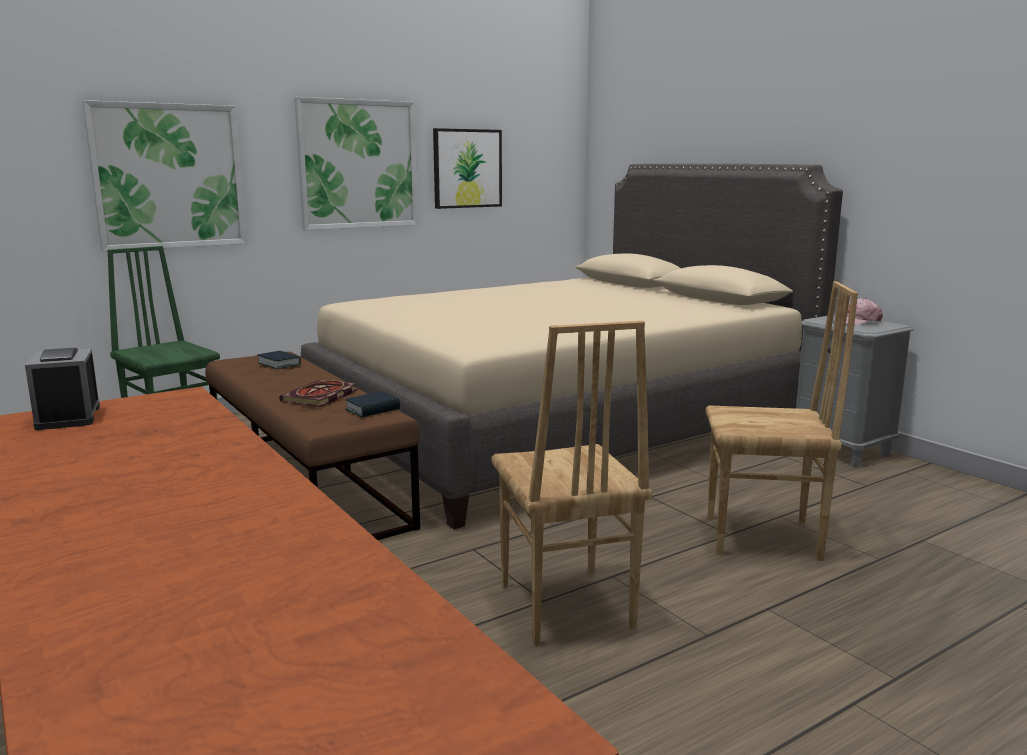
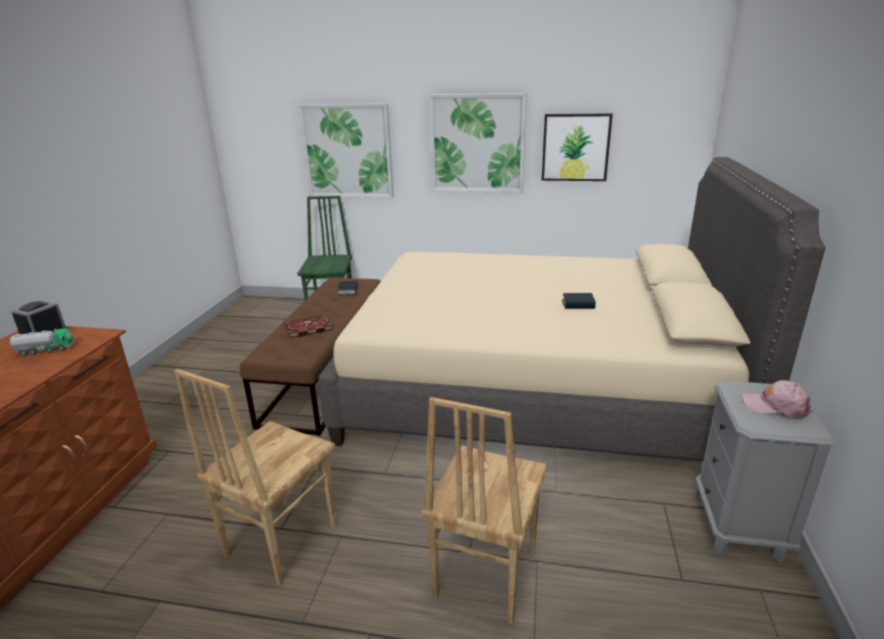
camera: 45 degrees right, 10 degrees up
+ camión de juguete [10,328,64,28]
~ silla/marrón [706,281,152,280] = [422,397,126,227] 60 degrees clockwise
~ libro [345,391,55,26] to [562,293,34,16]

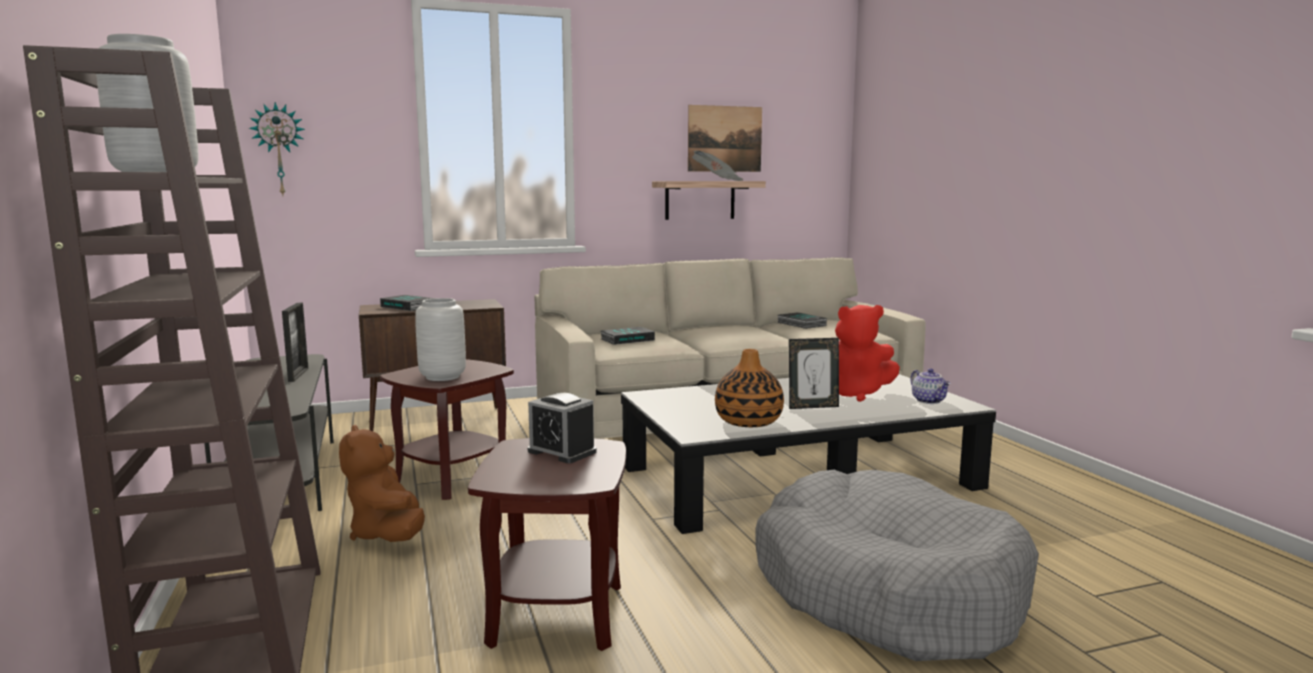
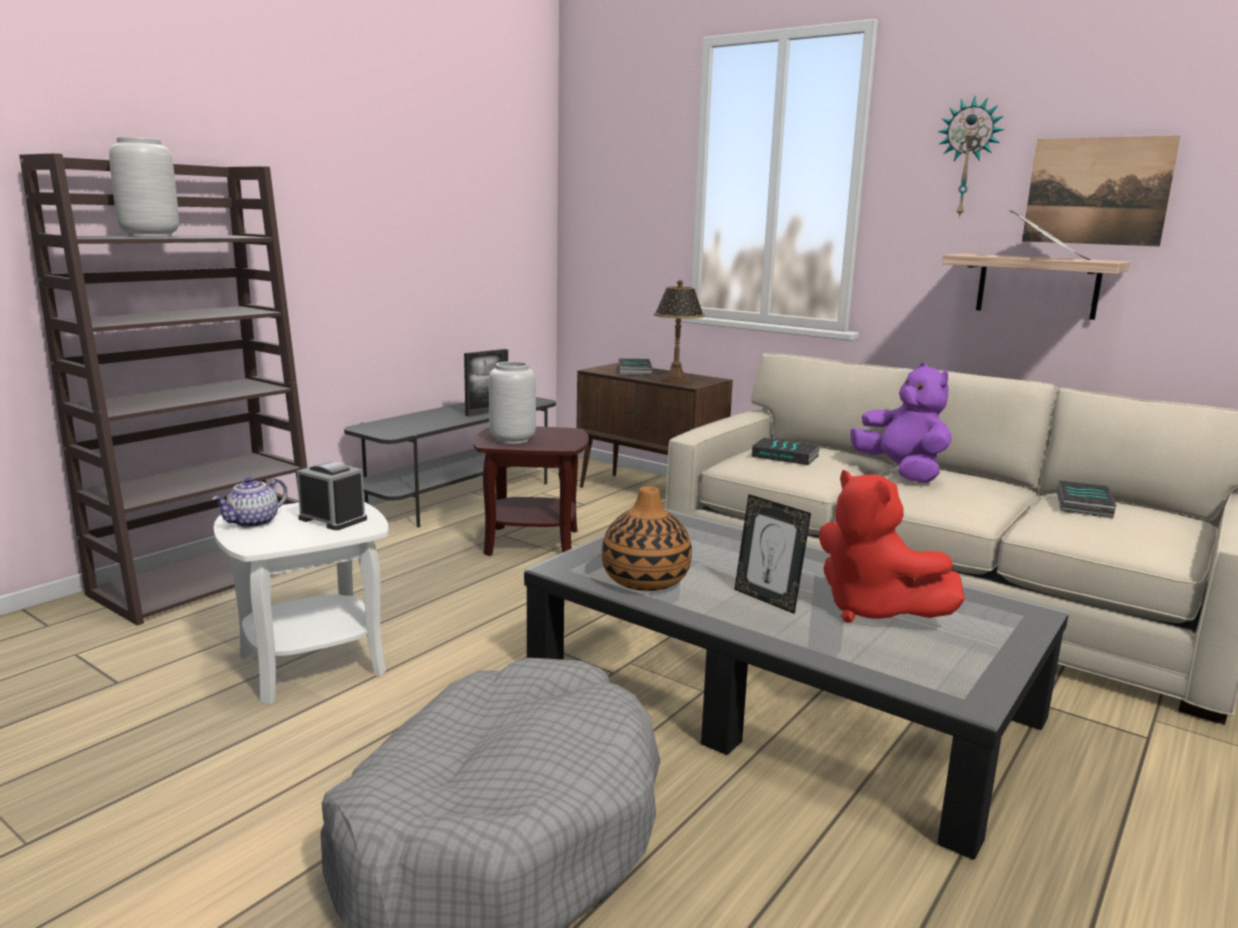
camera: 55 degrees right, 5 degrees up
~ tetera [911,368,40,36] to [212,477,76,51]
~ mesa auxiliar/marrón [468,438,158,213] to mesa auxiliar/blanco [214,502,175,202]
~ despertador [528,393,69,70] = [297,462,70,68] 120 degrees clockwise
+ lámpara de mesa [654,280,51,104]
+ peluche/morado [850,363,101,120]
~ reloj de pared [249,102,56,93] to [938,96,66,122]
- peluche/marrón [339,425,86,117]

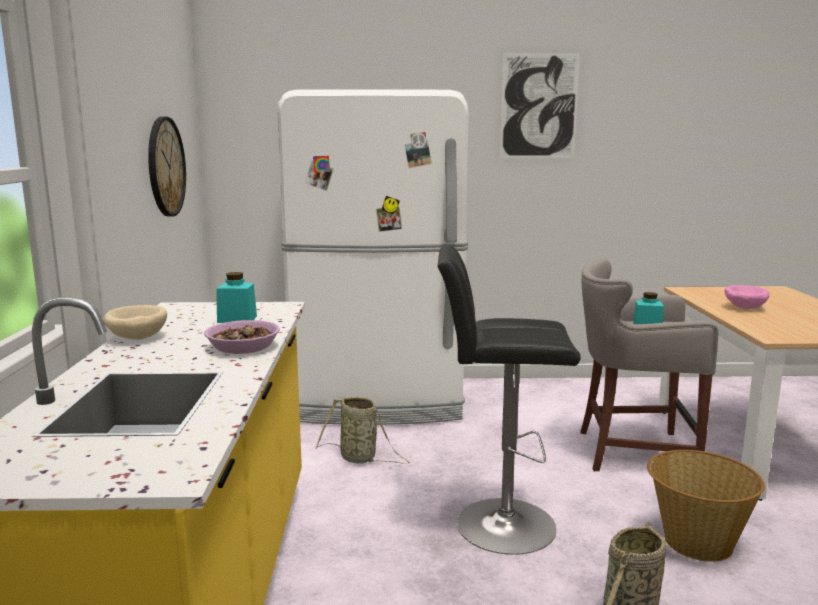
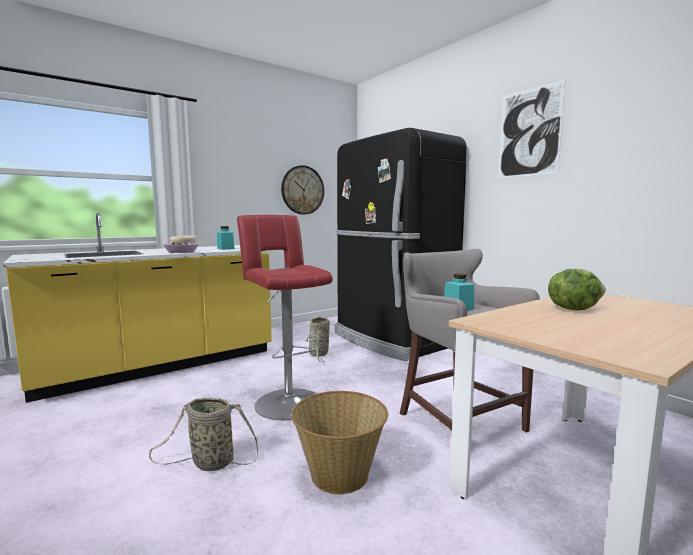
camera: 55 degrees right, 5 degrees down
~ taburete/negro [438,245,143,310] to taburete/rojo [237,215,96,205]
~ nevera/blanco [277,89,192,336] to nevera/negro [335,128,132,233]
~ cuenco/rosa [725,285,45,24] to lechuga [548,269,58,41]

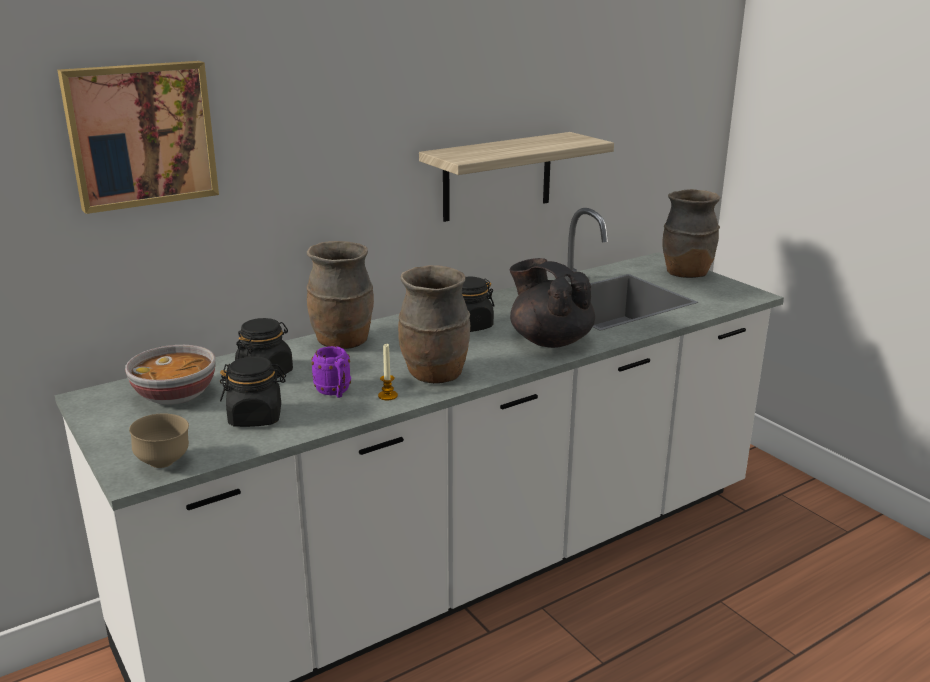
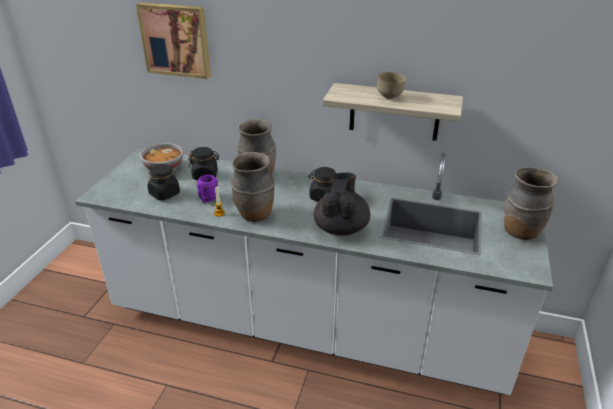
camera: 50 degrees right, 10 degrees up
~ cuenco/marrón [129,413,60,55] to [377,72,29,27]

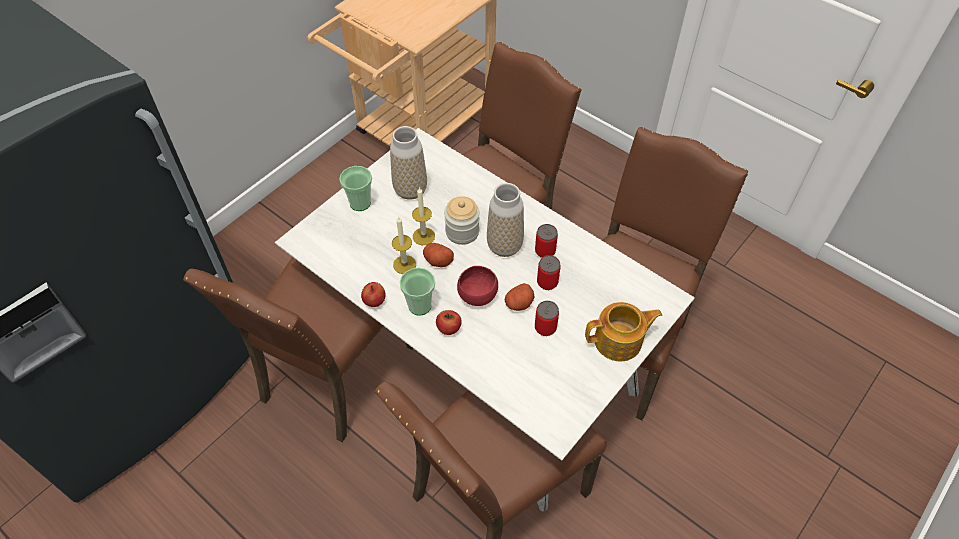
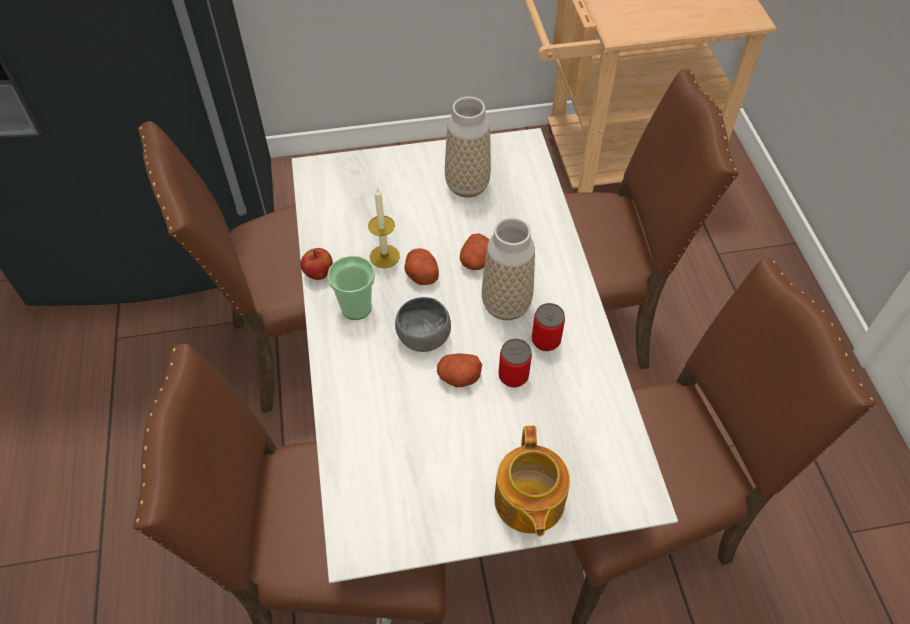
camera: 40 degrees right, 0 degrees up
~ cuenco/rojo [457,266,41,40] to cuenco/gris [395,297,56,55]
~ tarro [444,196,35,49] to patata [460,233,29,37]
~ tetera [585,302,77,60] = [494,426,76,111] 60 degrees clockwise
- taza [339,166,33,45]
- vela [412,187,23,58]
- manzana [436,310,26,25]
- lata [535,301,24,35]

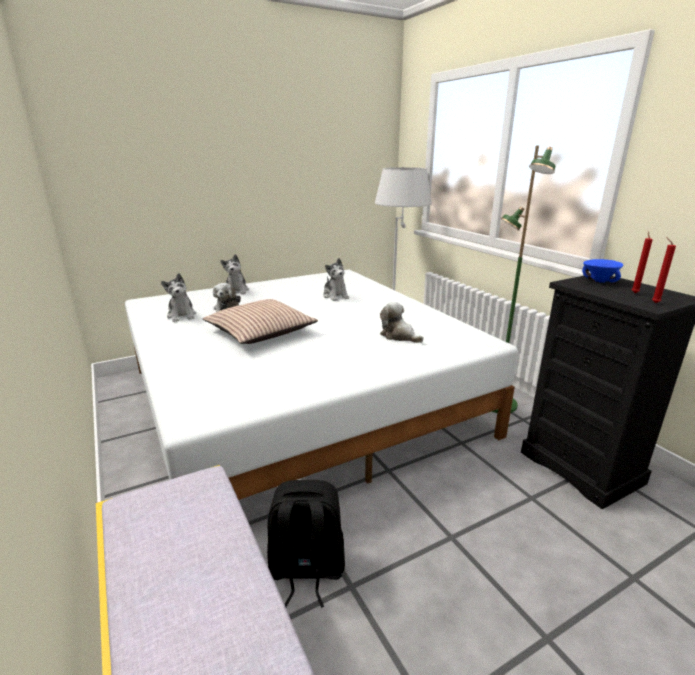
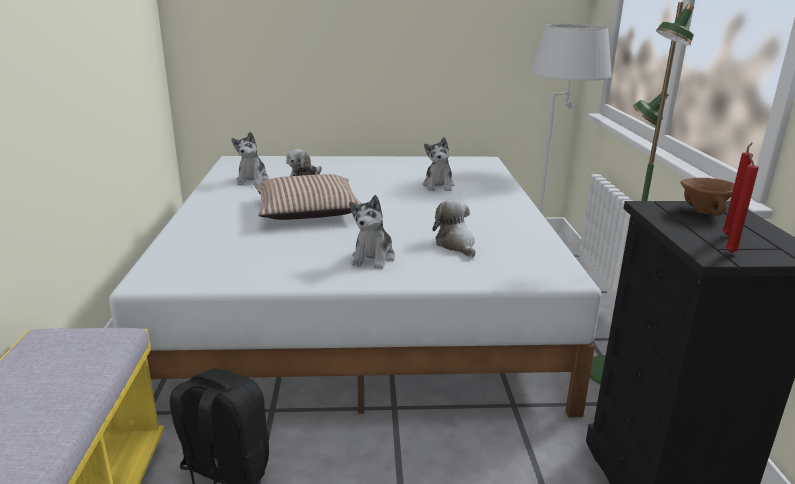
camera: 25 degrees right, 0 degrees up
~ peluche [221,254,28,40] to [349,195,46,74]
~ cuenco/azul [582,259,41,24] to cuenco/marrón [680,178,55,38]

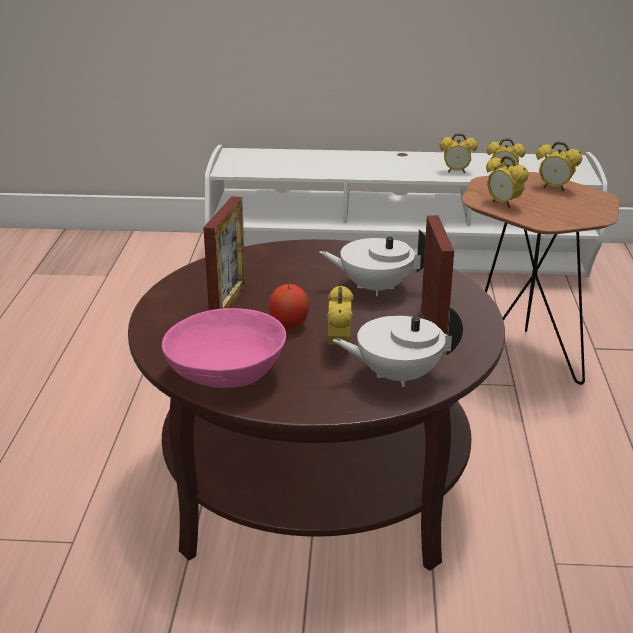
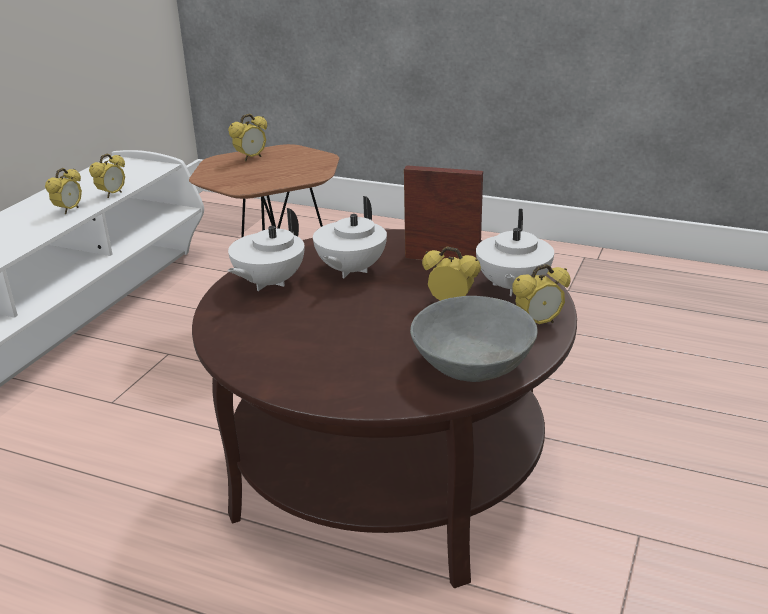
camera: 70 degrees left, 0 degrees up
+ tetera/blanco [227,208,78,83]
~ cuenco/rosa [162,308,124,80] to cuenco/gris [410,296,128,86]
~ despertador [486,155,43,53] to [513,264,57,60]
- portarretratos [203,196,43,114]
- manzana [269,284,40,46]

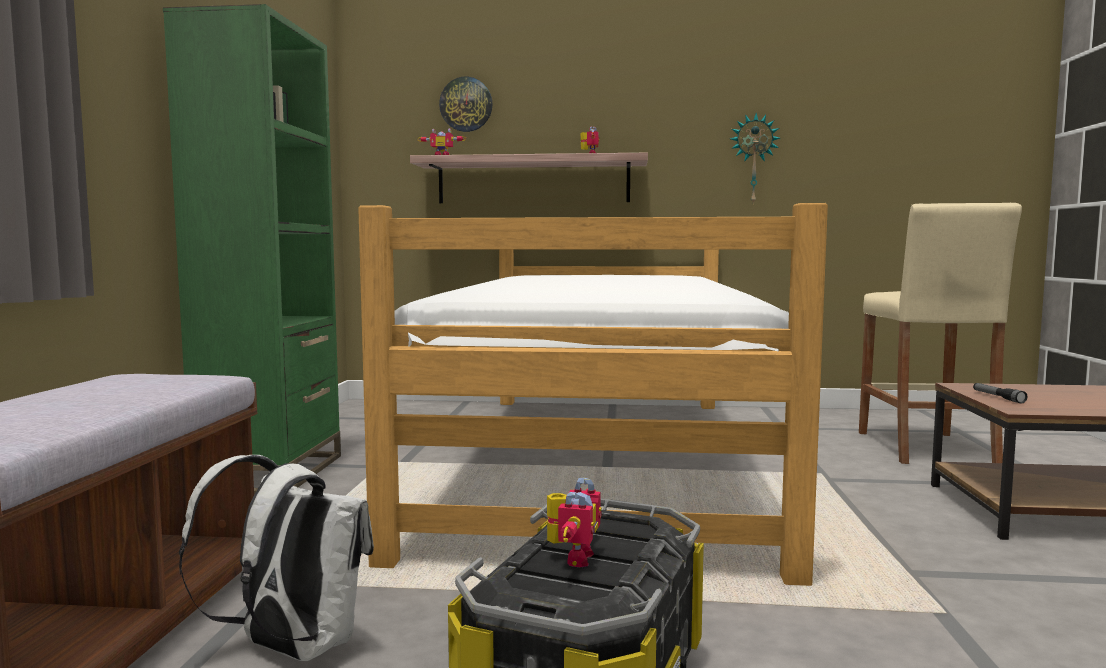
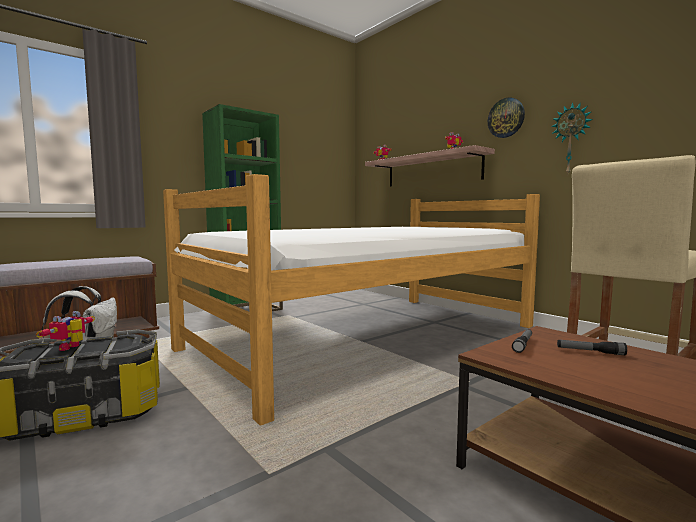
camera: 45 degrees right, 0 degrees up
~ robot de juguete [547,477,55,90] = [36,311,59,40] 135 degrees clockwise
~ reloj de pared [439,77,53,55] to [488,98,37,40]
+ linterna [557,340,70,15]

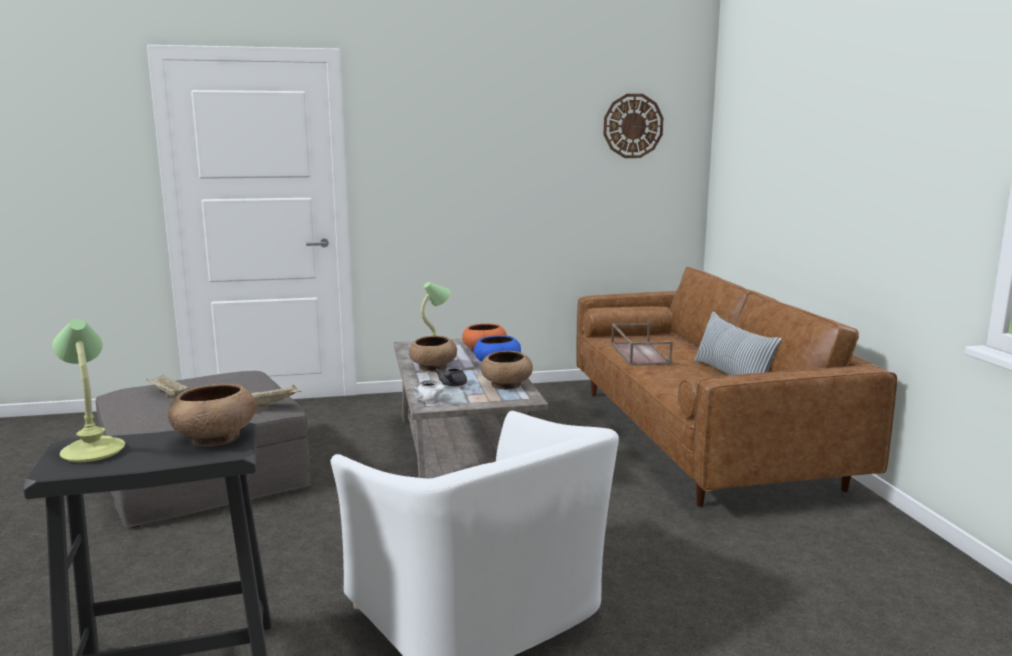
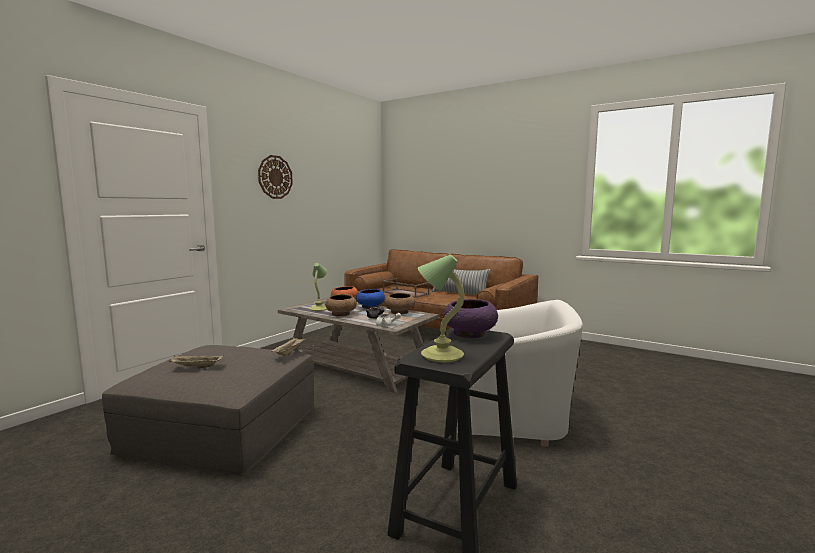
camera: 45 degrees left, 5 degrees down
~ reloj de pared [603,94,60,64] to [258,155,35,44]
~ cuenco/marrón [168,384,88,62] to cuenco/morado [443,299,55,39]

